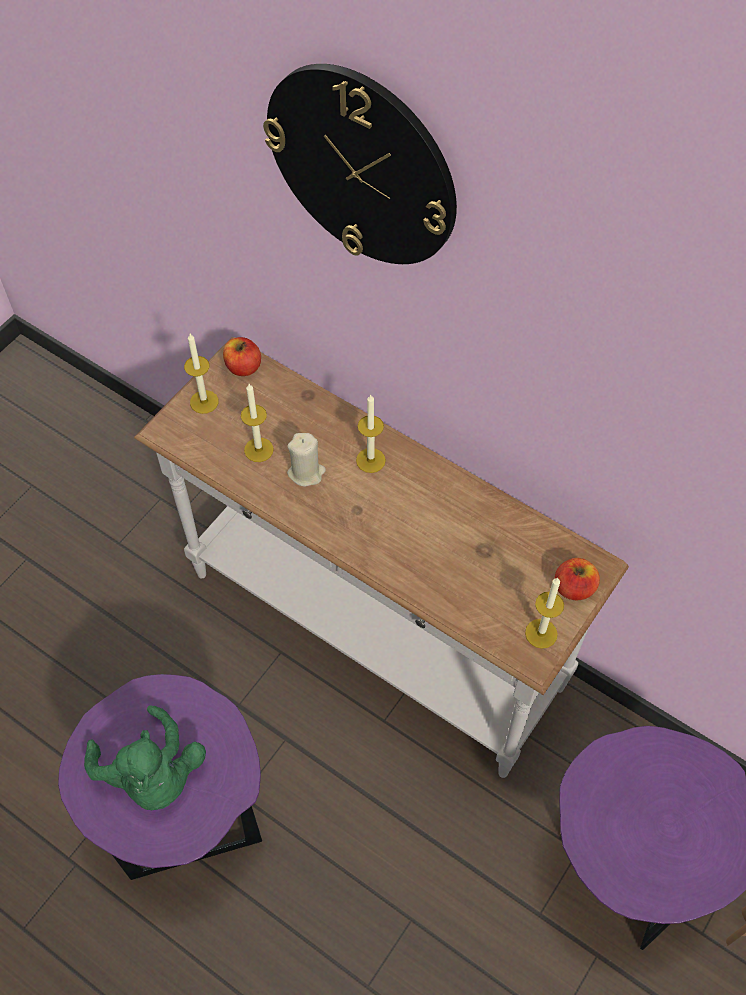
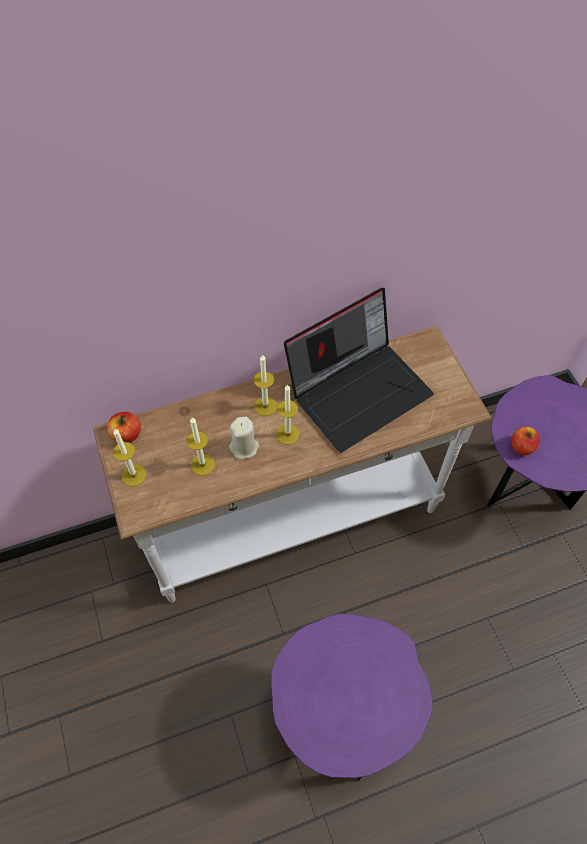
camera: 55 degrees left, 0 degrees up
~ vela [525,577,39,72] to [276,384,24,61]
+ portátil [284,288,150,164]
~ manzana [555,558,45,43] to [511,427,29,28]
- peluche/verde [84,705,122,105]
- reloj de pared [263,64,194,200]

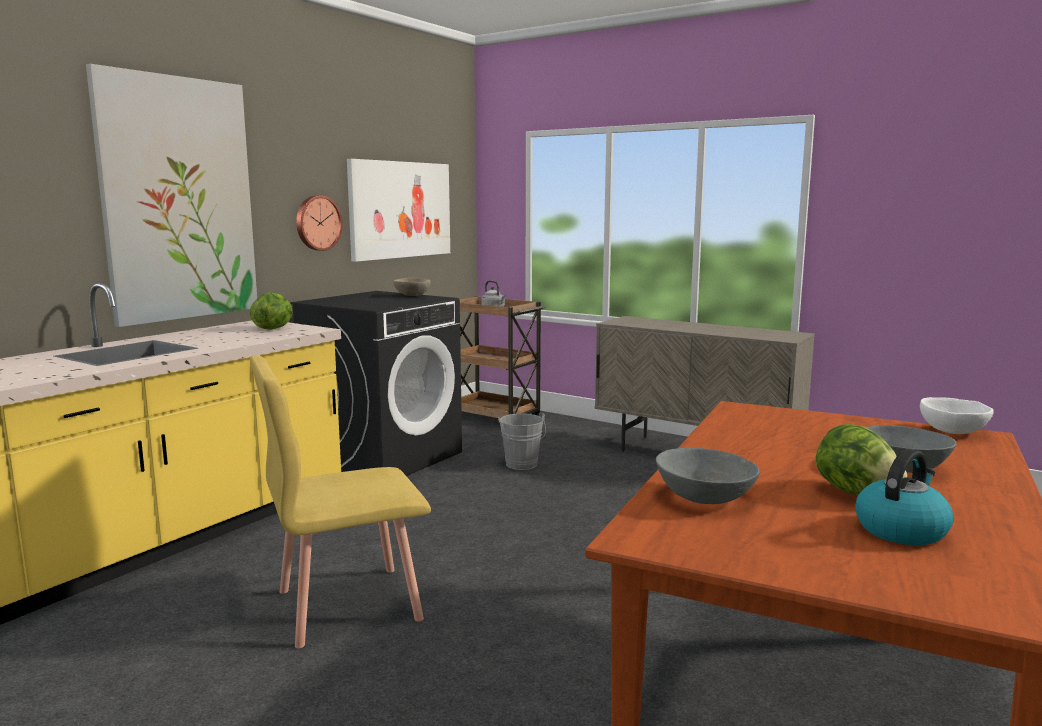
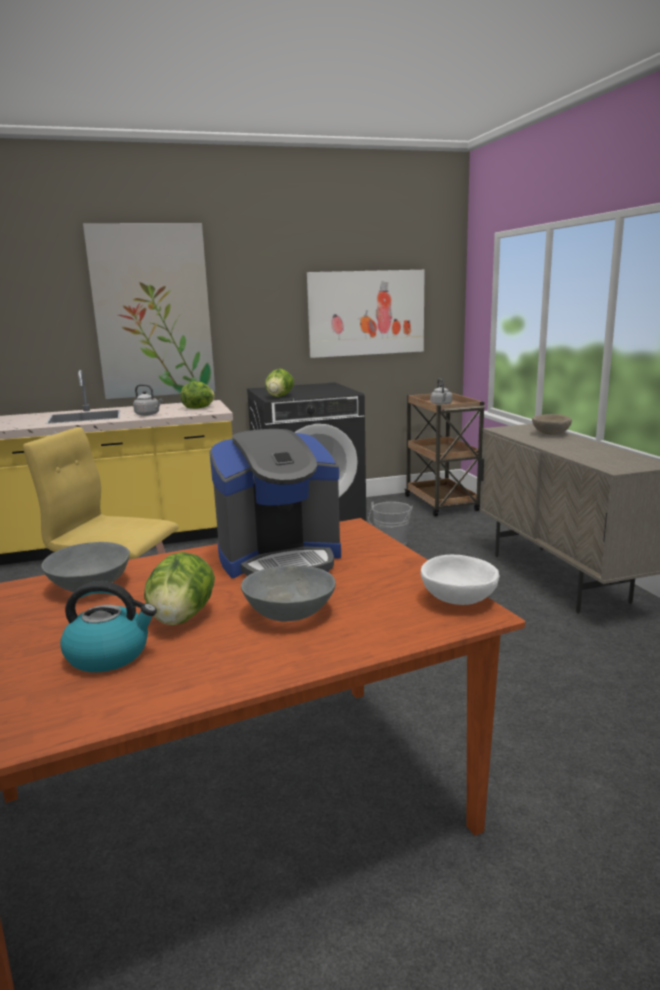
camera: 40 degrees right, 5 degrees up
+ hervidor/gris [133,384,30,32]
+ cafetera [210,429,131,149]
+ lechuga [265,368,29,29]
~ cuenco/beis [393,278,38,18] to [532,414,40,21]
- reloj de pared [296,196,47,55]

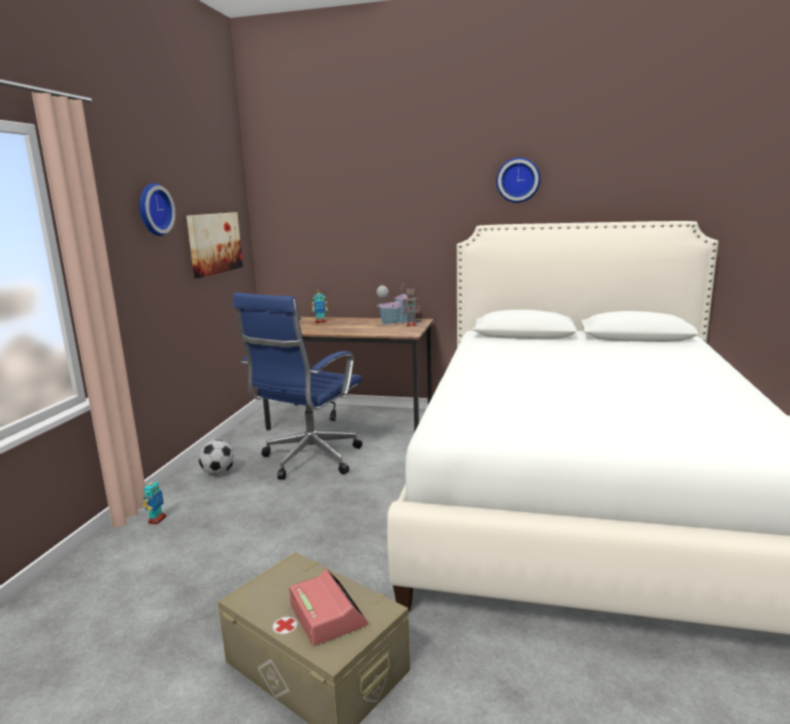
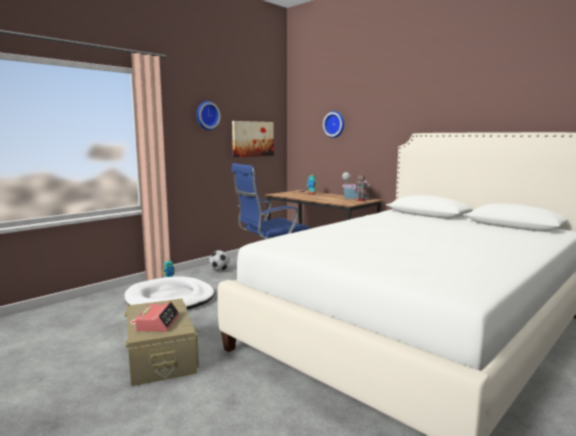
camera: 30 degrees right, 5 degrees down
+ cama para perro/blanco [125,276,89,34]
~ reloj de pared [496,157,45,46] to [323,111,21,27]

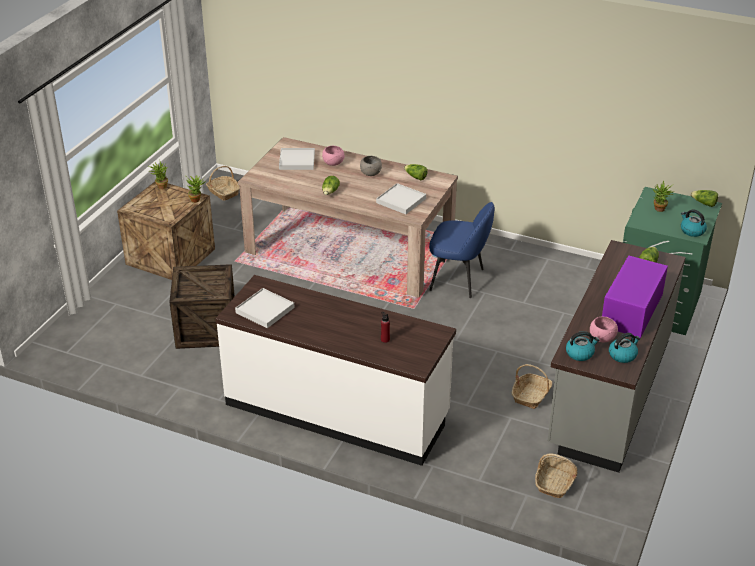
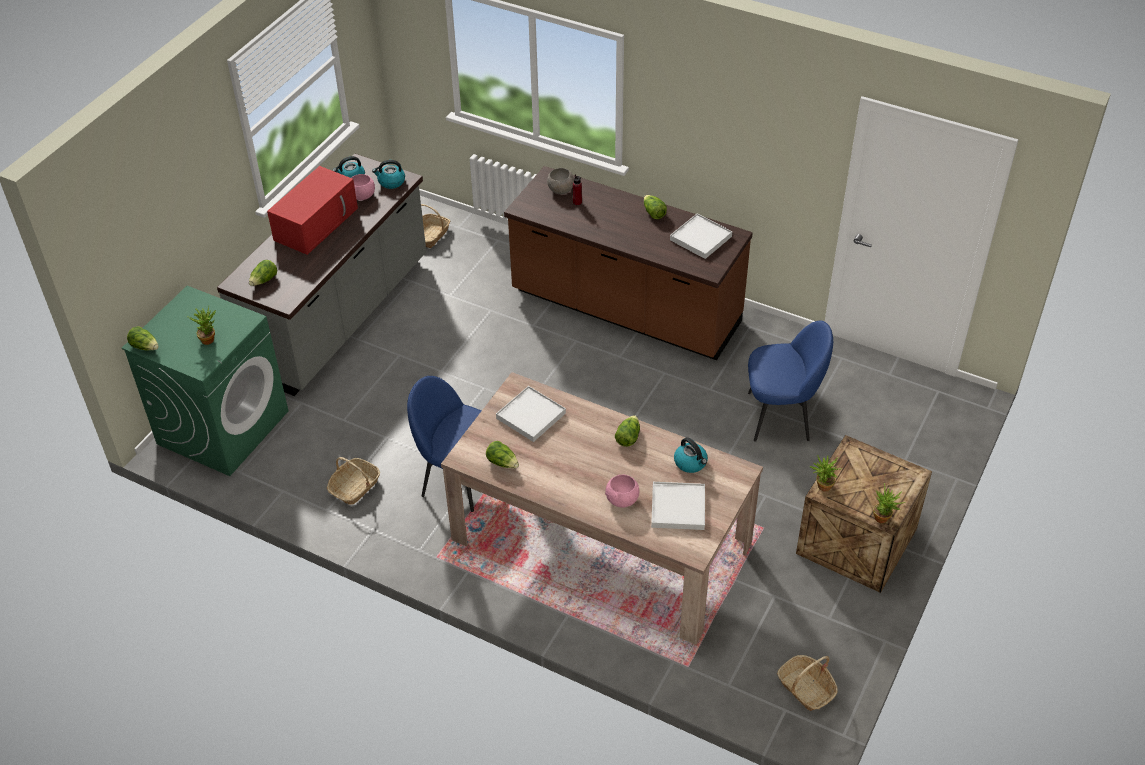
camera: 175 degrees left, 10 degrees up
~ microondas/morado [602,256,66,82] to microondas/rojo [267,166,91,89]
~ cesta [512,364,40,45] to [327,457,53,48]
~ mueble bajo de cocina/blanco [215,275,241,191] to mueble bajo de cocina/marrón [504,166,249,195]
~ cuenco/gris [360,156,22,20] to [547,168,27,26]
+ lechuga [644,195,23,24]
~ hervidor [681,209,26,28] to [674,437,34,36]
~ caja de embalaje [169,264,66,85] to silla/azul [748,321,85,121]

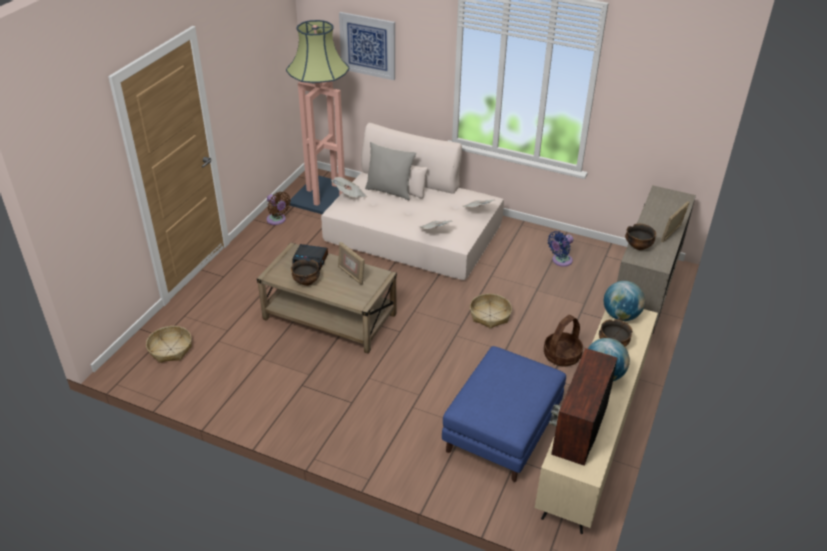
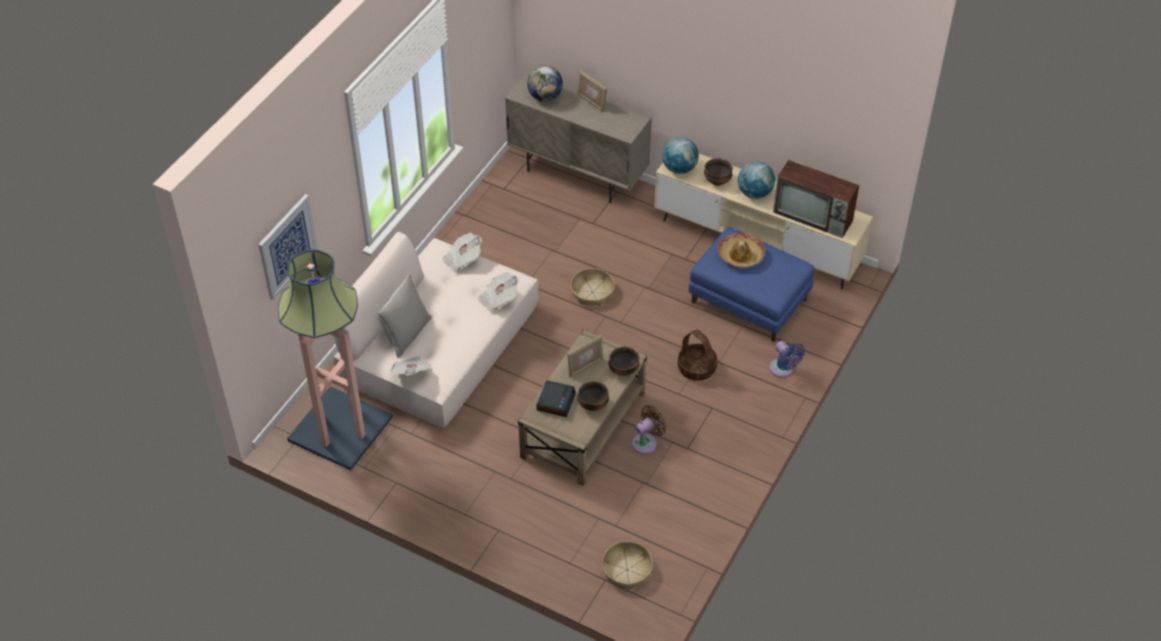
camera: 85 degrees left, 10 degrees up
+ globo terráqueo [527,66,36,36]
~ cuenco [625,224,31,26] to [608,347,32,29]
~ ventilador/marrón [266,192,25,33] to [632,405,35,49]
~ cesta [544,315,39,51] to [678,330,40,51]
+ sombrero [717,233,48,35]
~ ventilador/azul [548,231,25,36] to [769,341,36,37]

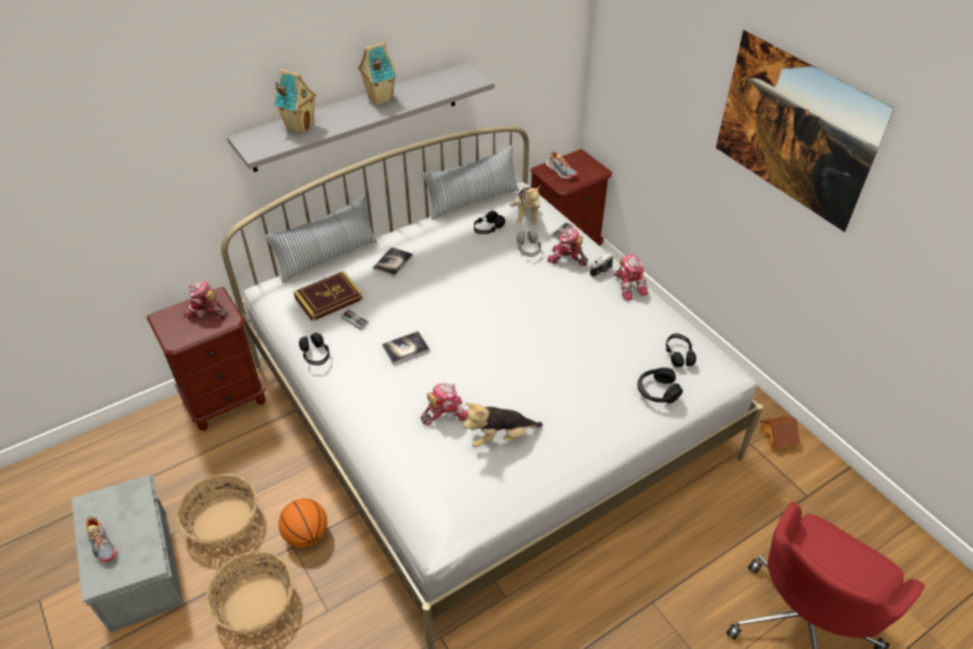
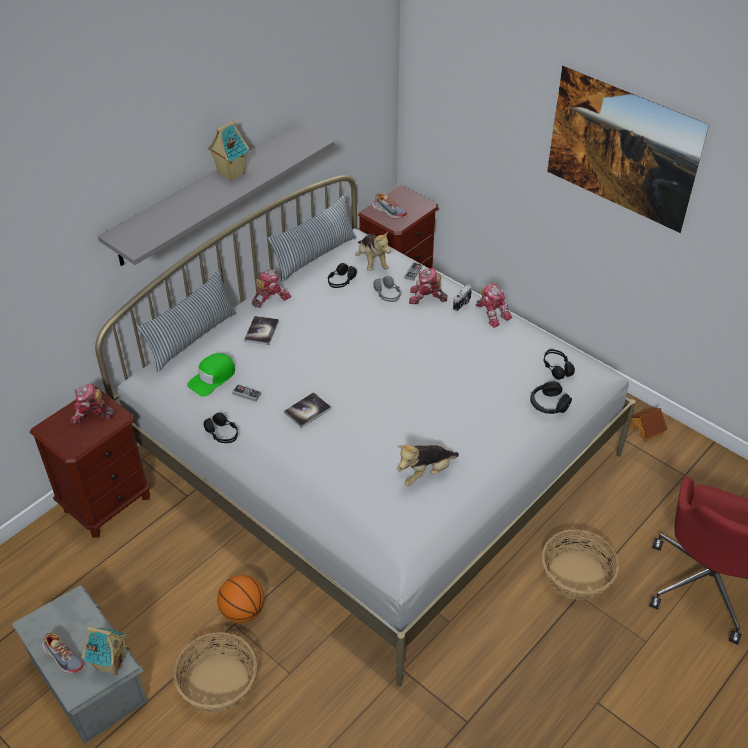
camera: 15 degrees left, 0 degrees up
~ casita [272,69,45,65] to [82,626,45,49]
~ libro [294,271,69,50] to gorra/verde [187,353,48,44]
~ robot de juguete [421,383,47,43] to [252,269,40,39]
~ cesta [176,474,82,74] to [542,529,77,71]

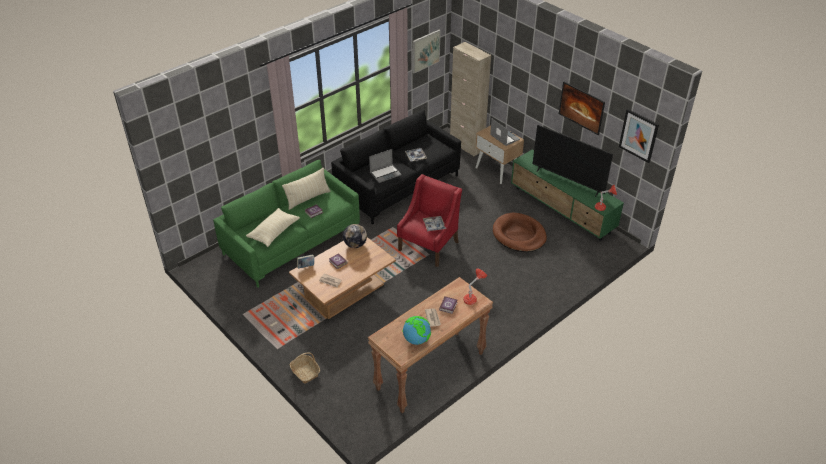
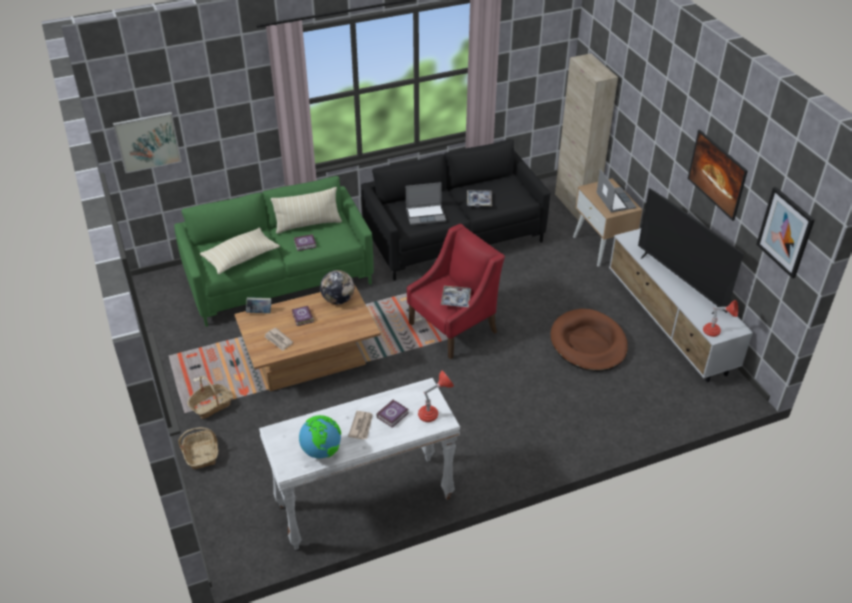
camera: 20 degrees right, 0 degrees up
~ cuadro [413,30,27,43] to [113,112,69,62]
+ cesta [188,376,45,43]
~ mesa consola/marrón [368,277,125,136] to mesa consola/blanco [259,378,201,172]
~ mueble de televisión/verde [511,149,113,92] to mueble de televisión/blanco [609,228,144,154]

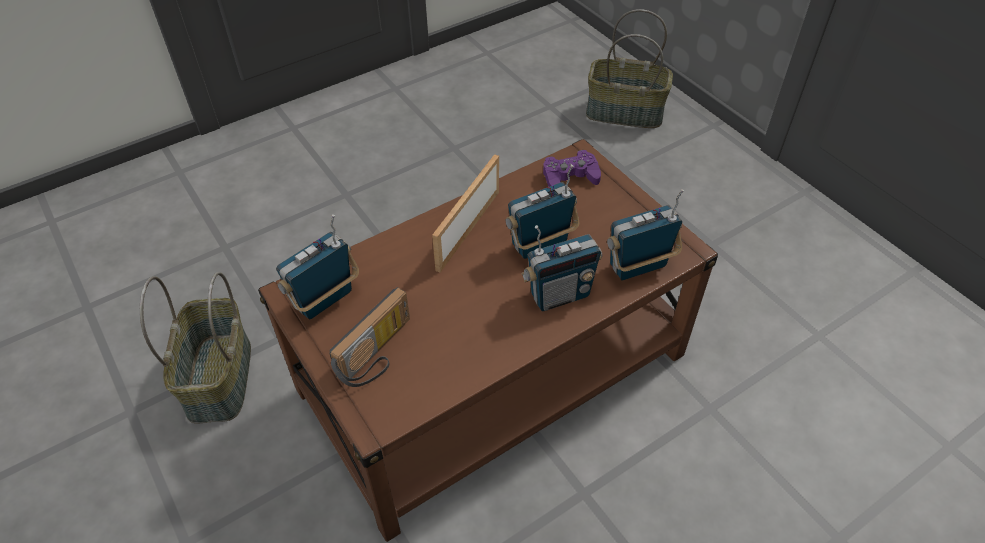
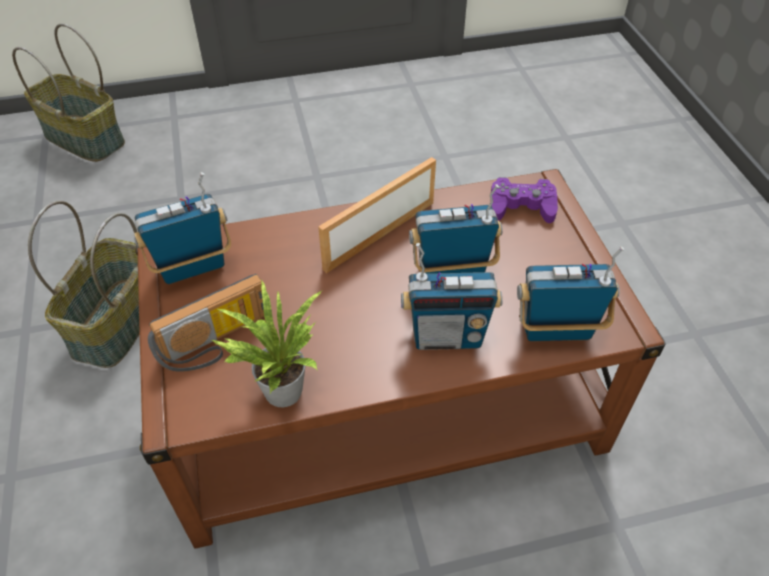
camera: 20 degrees right, 0 degrees up
~ cesta [586,9,87,119] to [12,23,113,139]
+ planta en maceta [212,281,111,126]

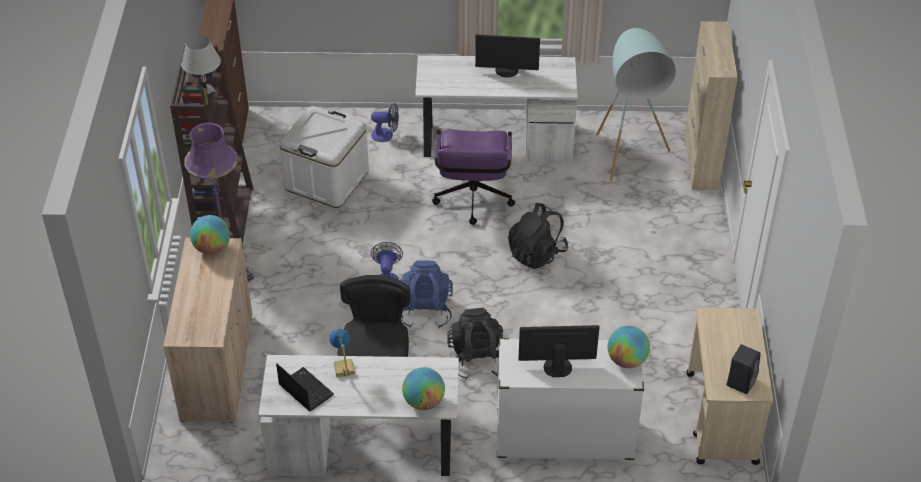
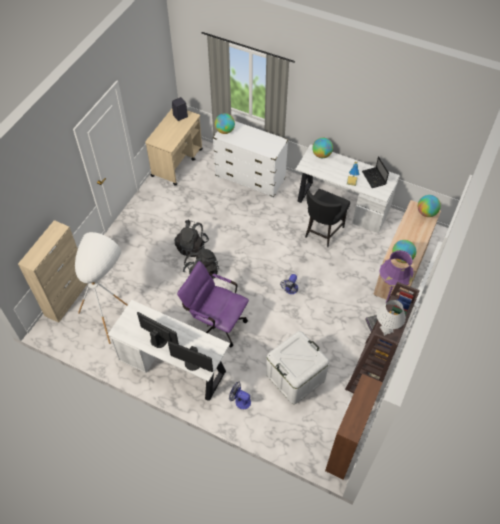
camera: 155 degrees left, 10 degrees up
~ lámpara de pie/turquesa [596,28,80,153] to lámpara de pie/blanco [75,232,53,112]
~ monitor [518,325,82,52] to [168,341,45,31]
~ mochila/negro [447,308,56,71] to [174,220,35,37]
~ silla de oficina/morado [432,129,83,96] = [177,261,72,86] 90 degrees counterclockwise
+ globo terráqueo [418,195,23,22]
- mochila/azul [400,260,53,68]

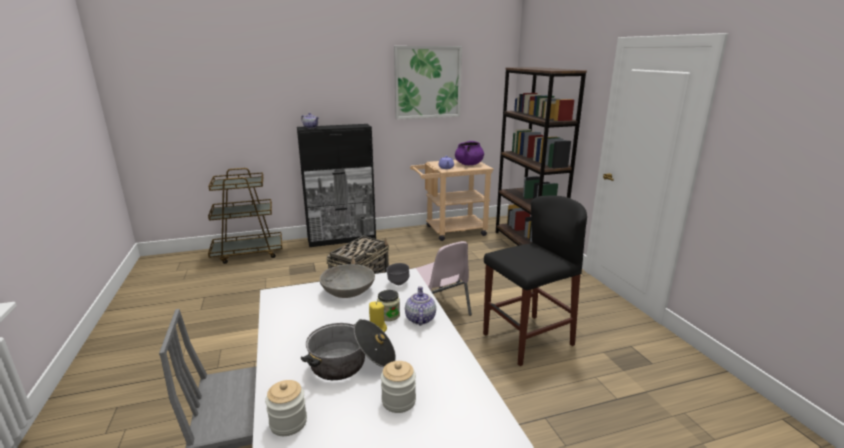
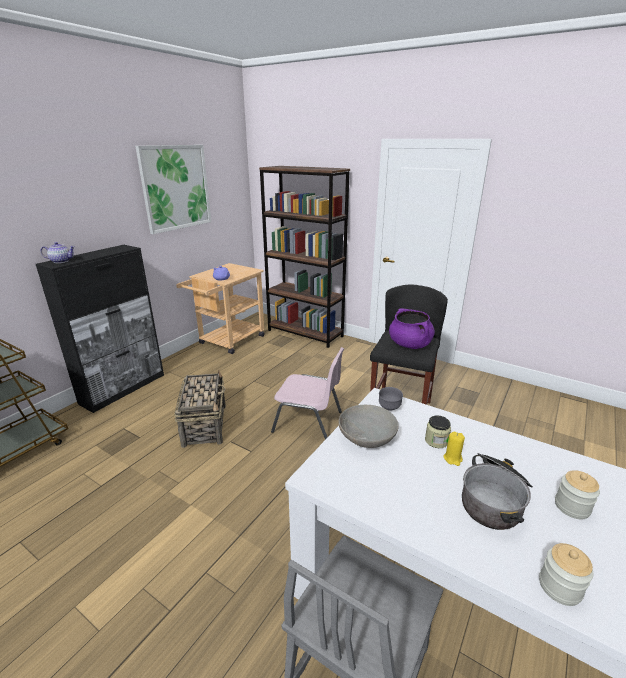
camera: 40 degrees left, 5 degrees up
~ olla/morado [455,141,29,24] to [389,308,46,41]
- tetera [405,286,31,40]

